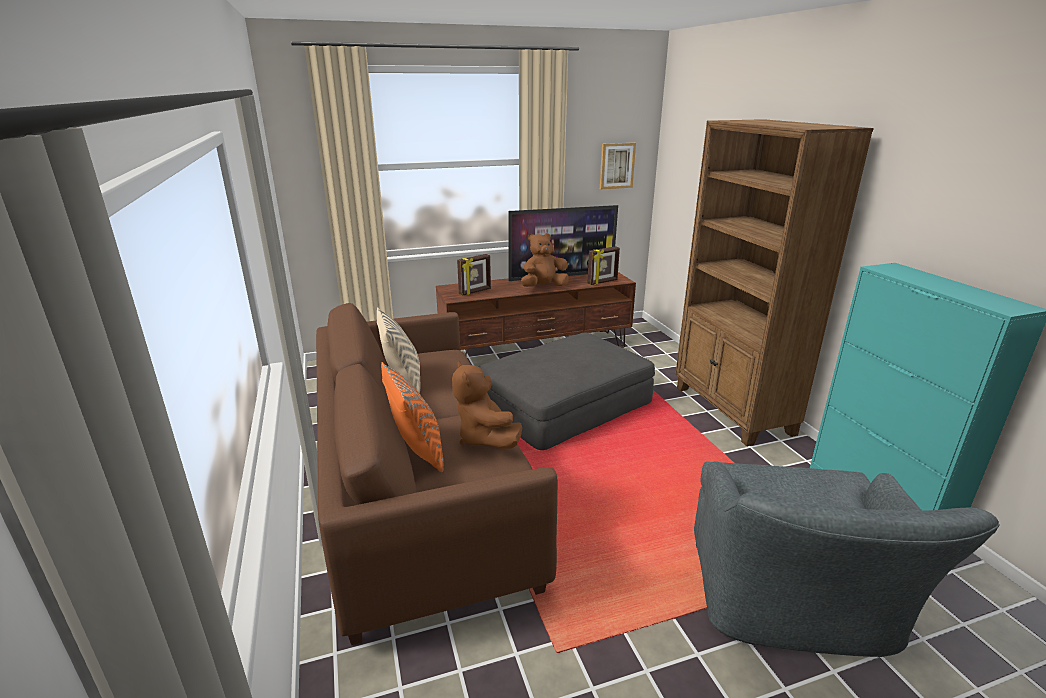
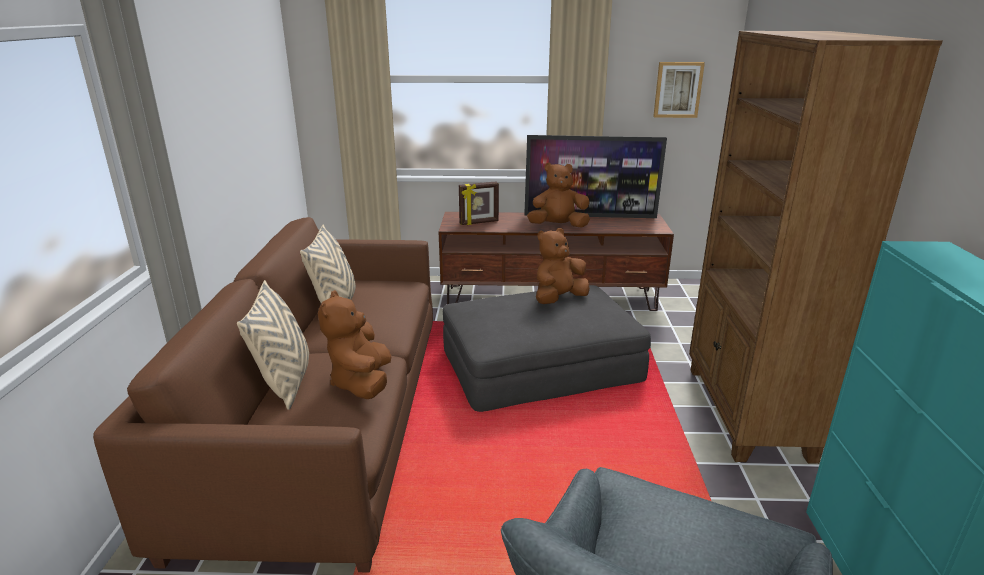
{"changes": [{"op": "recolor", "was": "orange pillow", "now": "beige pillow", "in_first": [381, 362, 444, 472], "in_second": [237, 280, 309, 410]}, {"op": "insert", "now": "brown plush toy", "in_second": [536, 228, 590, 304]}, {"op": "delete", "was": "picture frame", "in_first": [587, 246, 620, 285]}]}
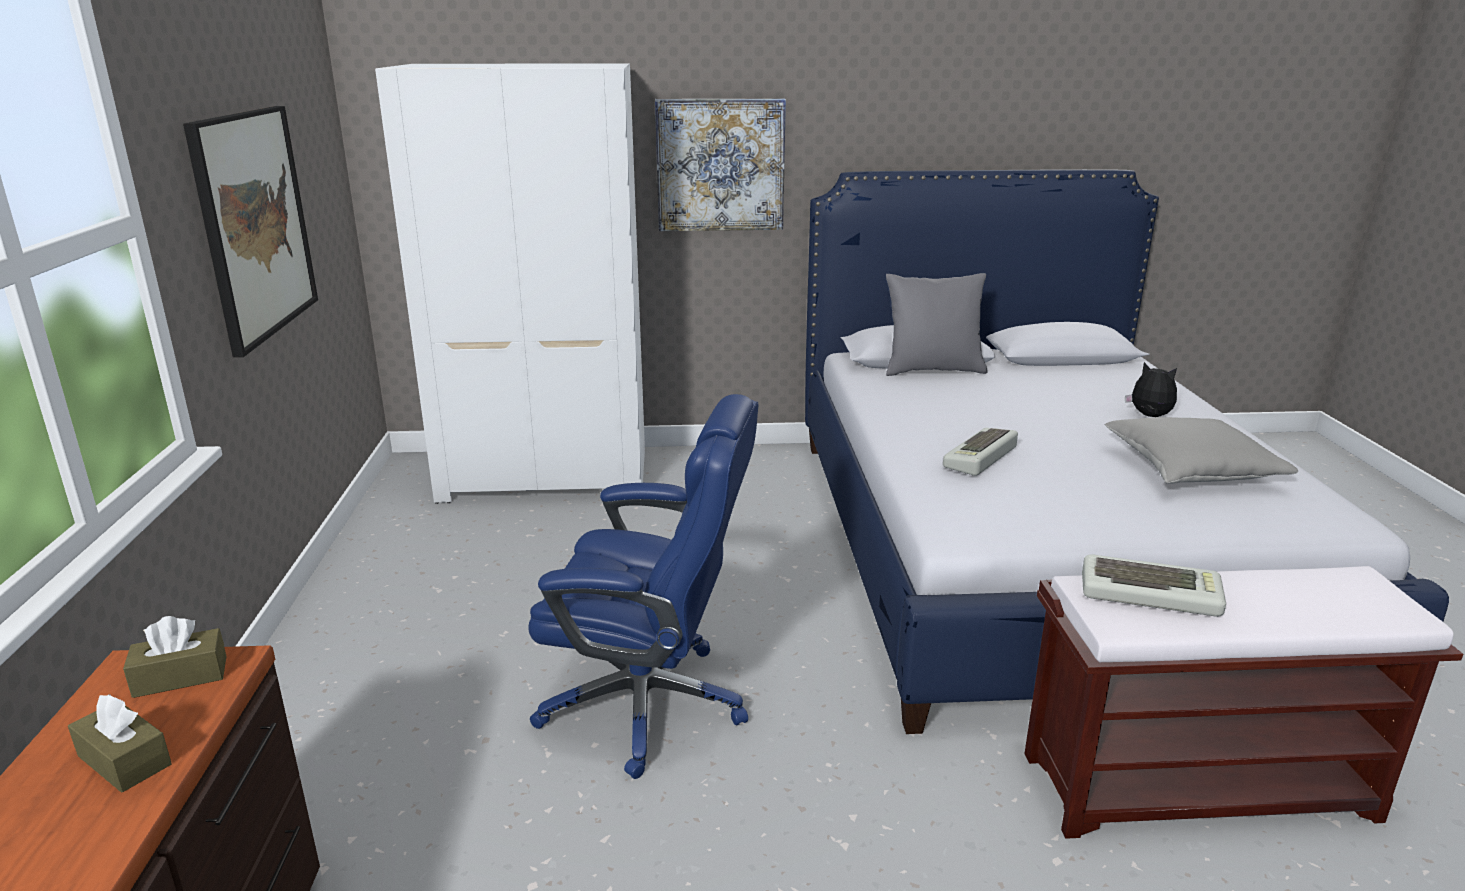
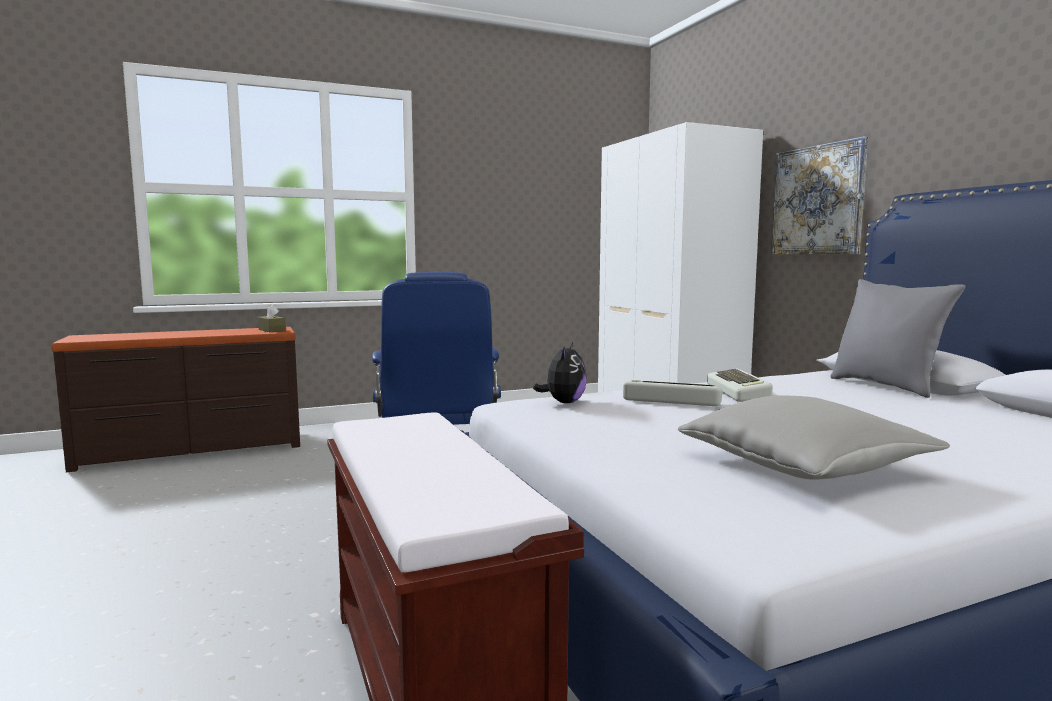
{"changes": [{"op": "move", "was": "plush toy", "in_first": [1125, 362, 1177, 417], "in_second": [533, 342, 587, 403]}, {"op": "move", "was": "keyboard", "in_first": [1082, 554, 1226, 617], "in_second": [707, 369, 773, 402]}, {"op": "delete", "was": "brown tissue box", "in_first": [68, 694, 172, 793]}, {"op": "delete", "was": "picture", "in_first": [183, 106, 318, 357]}]}
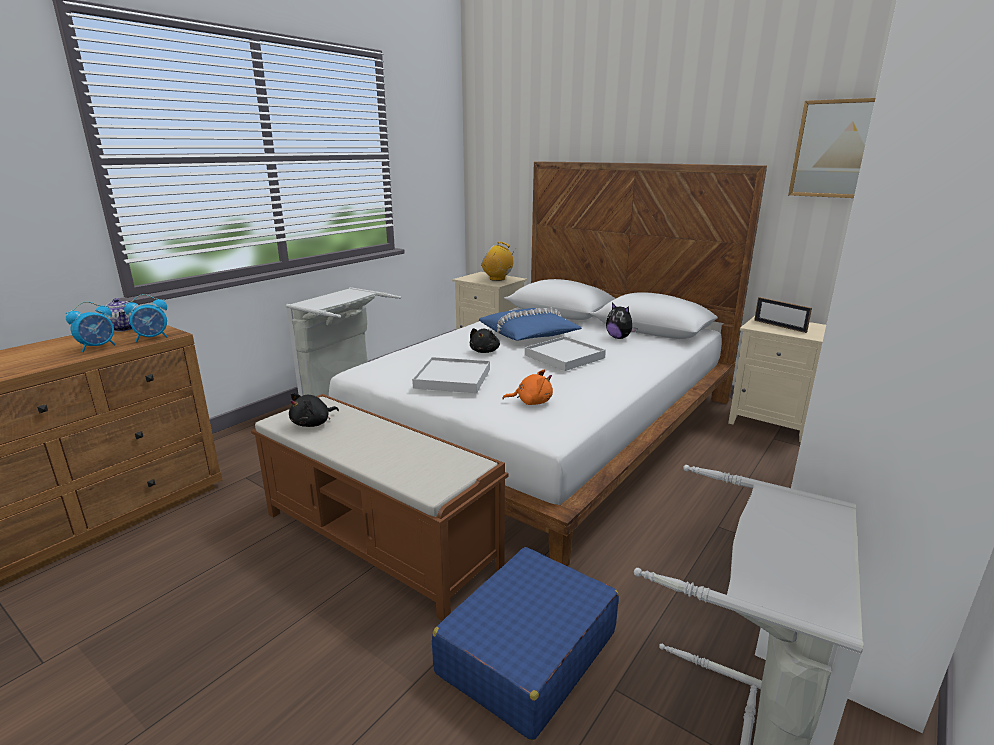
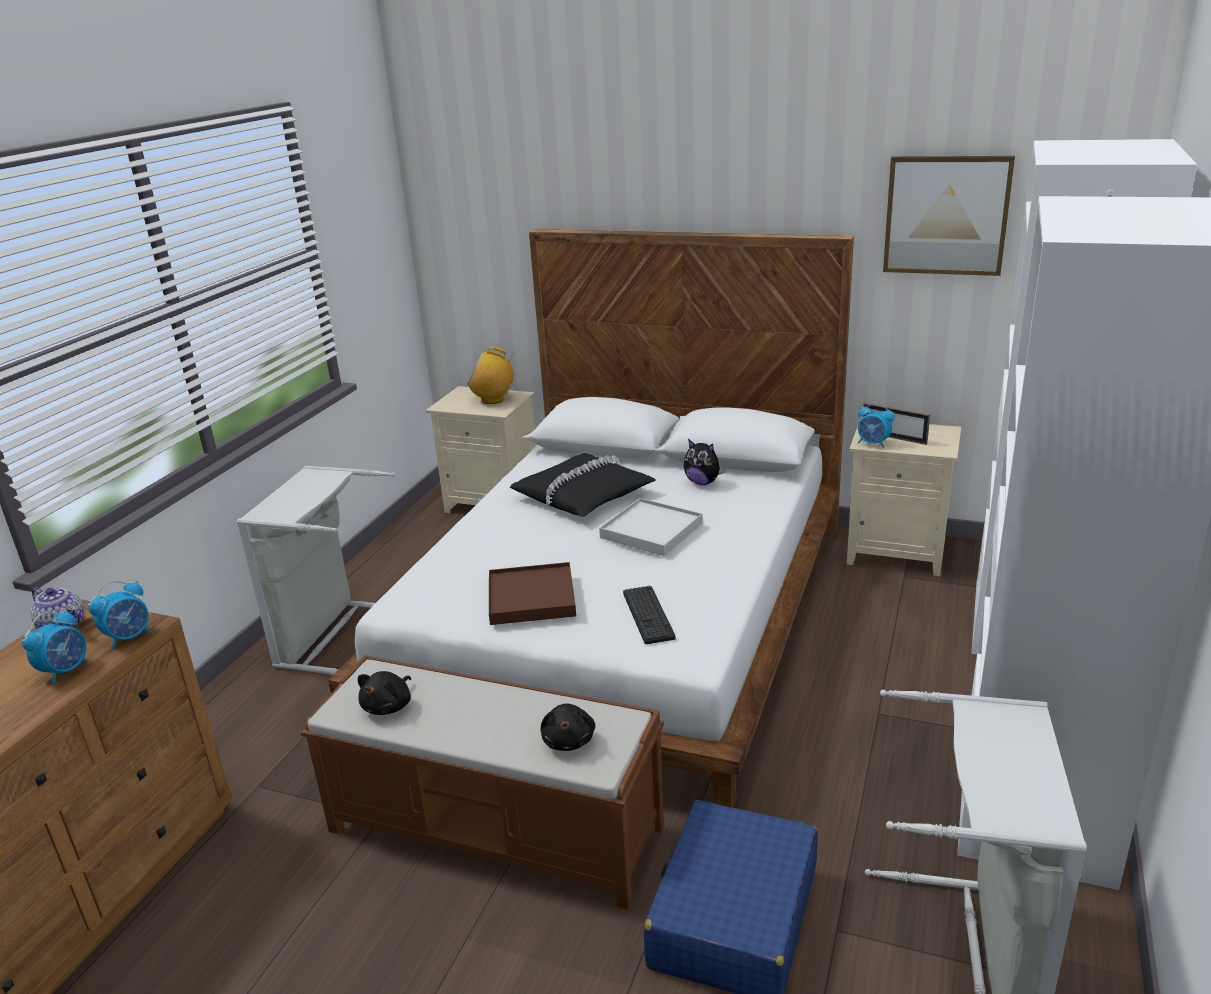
{"changes": [{"op": "recolor", "was": "white tray", "now": "brown tray", "in_first": [412, 357, 490, 393], "in_second": [489, 562, 576, 625]}, {"op": "recolor", "was": "blue pillow", "now": "black pillow", "in_first": [479, 308, 582, 340], "in_second": [510, 453, 655, 517]}, {"op": "move", "was": "black plush toy", "in_first": [470, 328, 500, 353], "in_second": [540, 704, 595, 751]}, {"op": "replace", "was": "orange plush toy", "now": "keyboard", "in_first": [502, 369, 553, 405], "in_second": [623, 586, 676, 644]}, {"op": "insert", "now": "alarm clock", "in_second": [858, 402, 894, 448]}]}
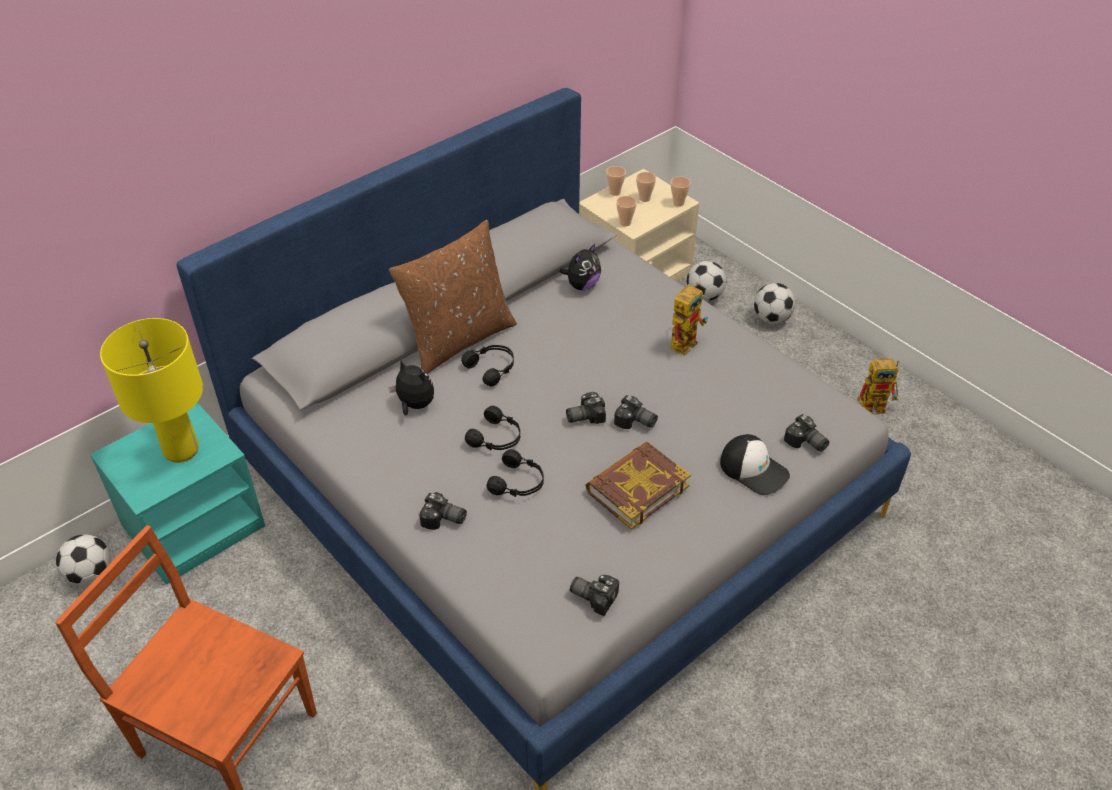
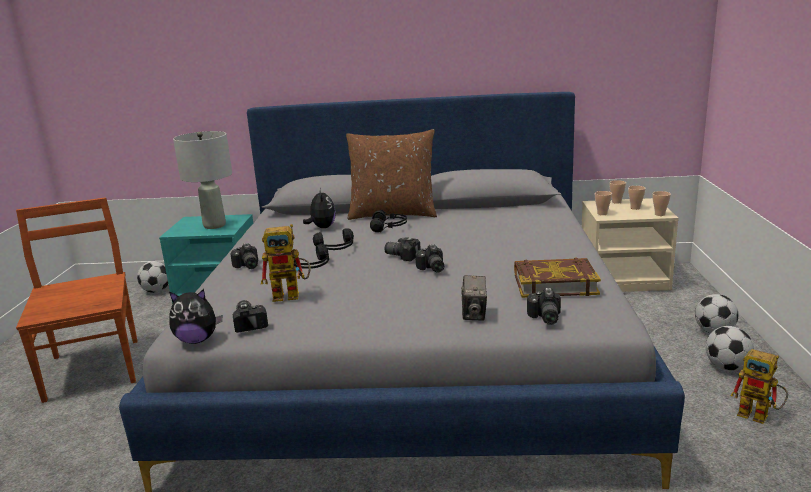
{"changes": [{"op": "move", "was": "plush toy", "in_first": [559, 244, 601, 290], "in_second": [169, 289, 222, 344]}, {"op": "recolor", "was": "yellow table lamp", "now": "grey table lamp", "in_first": [100, 318, 203, 463], "in_second": [173, 131, 232, 229]}, {"op": "move", "was": "toy robot", "in_first": [670, 282, 708, 356], "in_second": [261, 224, 311, 302]}, {"op": "replace", "was": "cap", "now": "photo camera", "in_first": [720, 434, 790, 495], "in_second": [461, 275, 487, 321]}, {"op": "move", "was": "book", "in_first": [585, 442, 691, 530], "in_second": [514, 258, 601, 298]}, {"op": "move", "was": "football", "in_first": [687, 261, 726, 301], "in_second": [706, 326, 754, 371]}]}
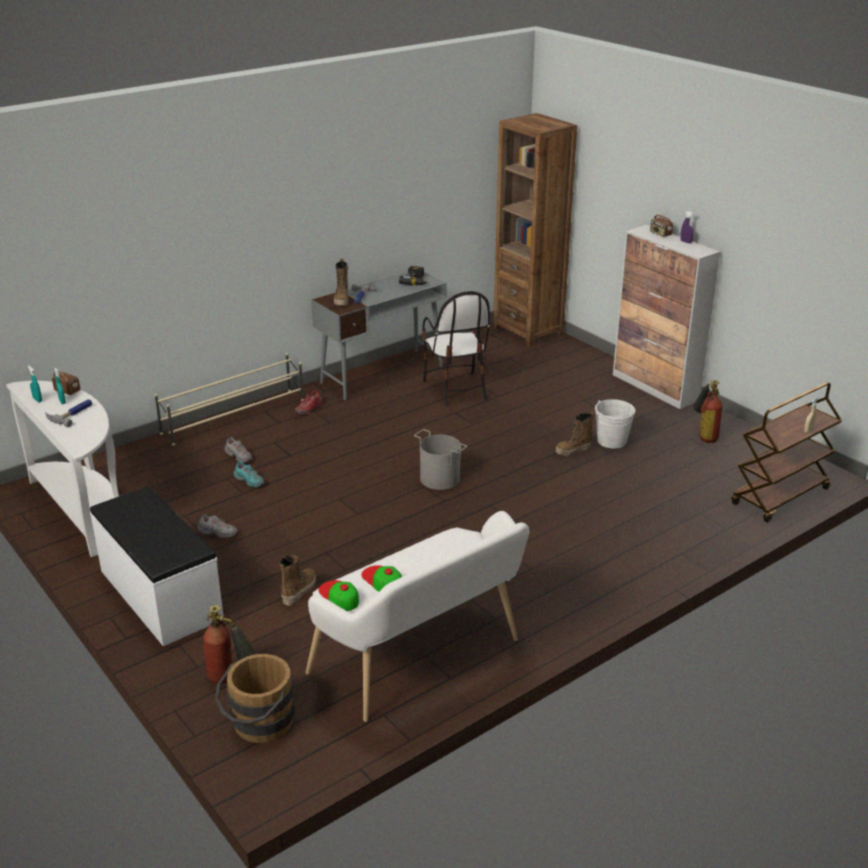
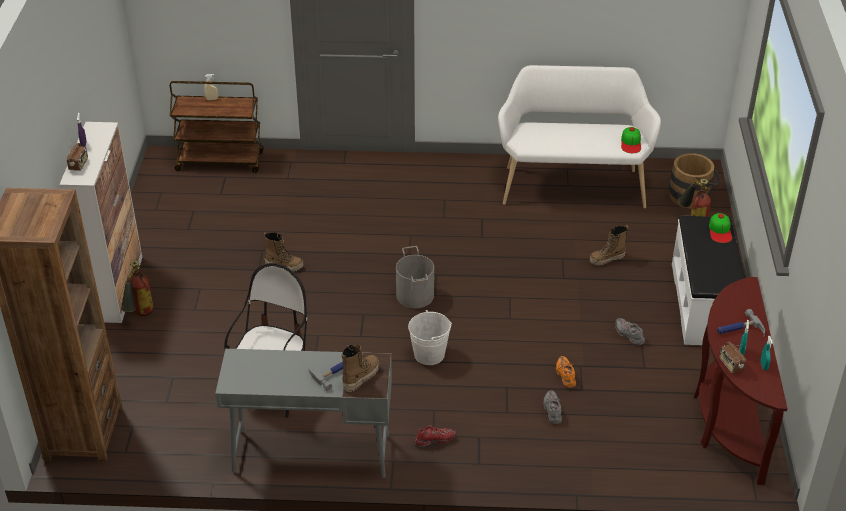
{"changes": [{"op": "move", "was": "fire extinguisher", "in_first": [692, 380, 722, 443], "in_second": [121, 261, 153, 317]}, {"op": "move", "was": "white bucket", "in_first": [595, 399, 635, 449], "in_second": [408, 310, 452, 365]}, {"op": "recolor", "was": "turquoise shoe", "now": "orange shoe", "in_first": [234, 461, 265, 487], "in_second": [556, 356, 576, 388]}, {"op": "recolor", "was": "white console table", "now": "brown console table", "in_first": [6, 381, 119, 557], "in_second": [694, 277, 788, 485]}, {"op": "move", "was": "cap", "in_first": [361, 565, 402, 592], "in_second": [709, 213, 732, 243]}, {"op": "delete", "was": "beige shoe rack", "in_first": [155, 353, 304, 446]}, {"op": "delete", "was": "power drill", "in_first": [398, 266, 428, 285]}]}
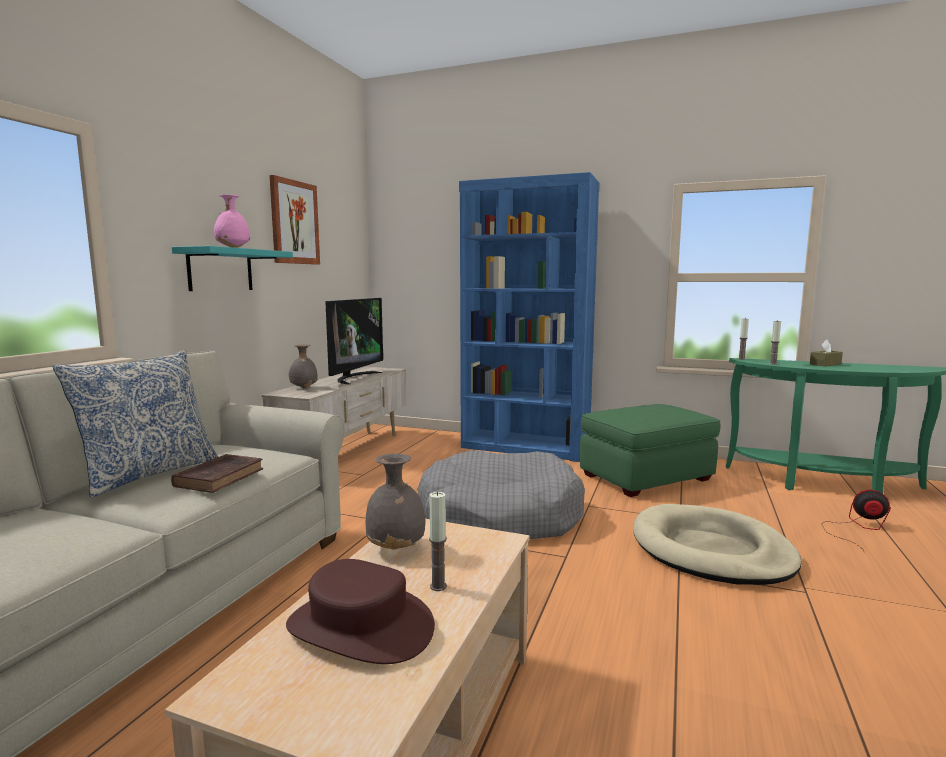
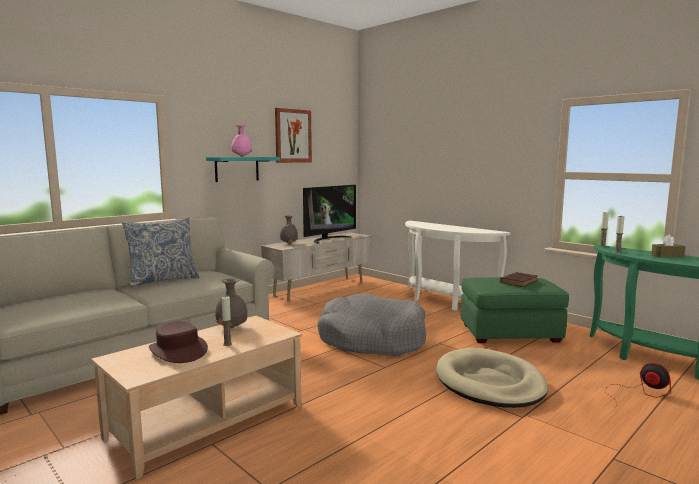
{"changes": [{"op": "replace", "was": "blue bookcase", "now": "white console table", "in_first": [459, 172, 599, 462], "in_second": [405, 221, 510, 311]}, {"op": "move", "was": "brown book", "in_first": [171, 454, 263, 493], "in_second": [500, 272, 538, 287]}]}
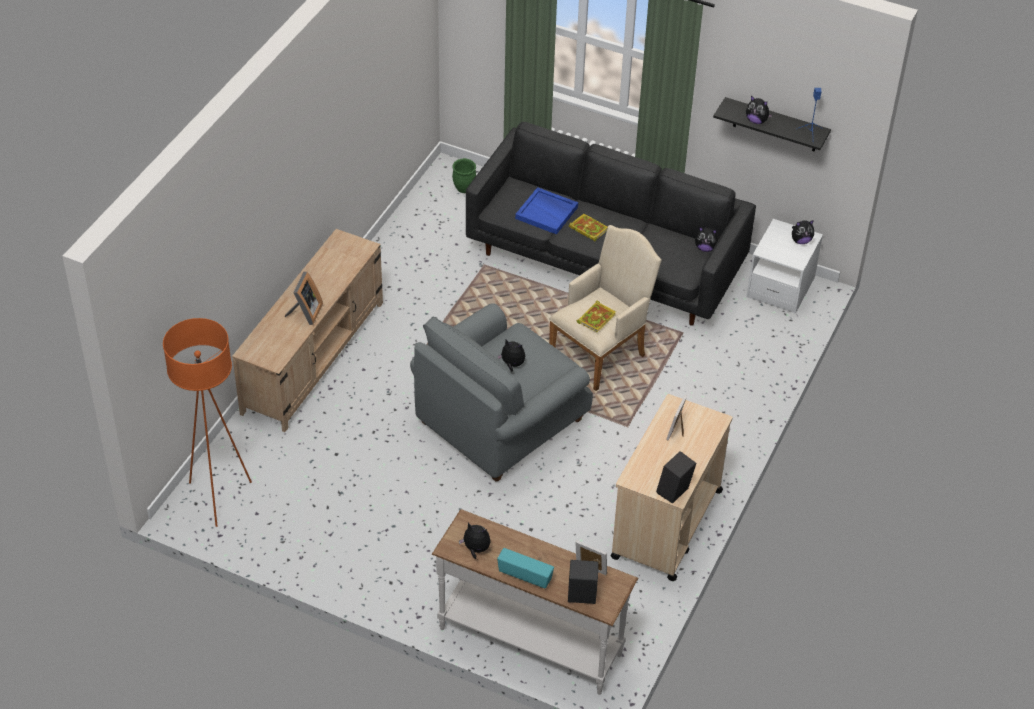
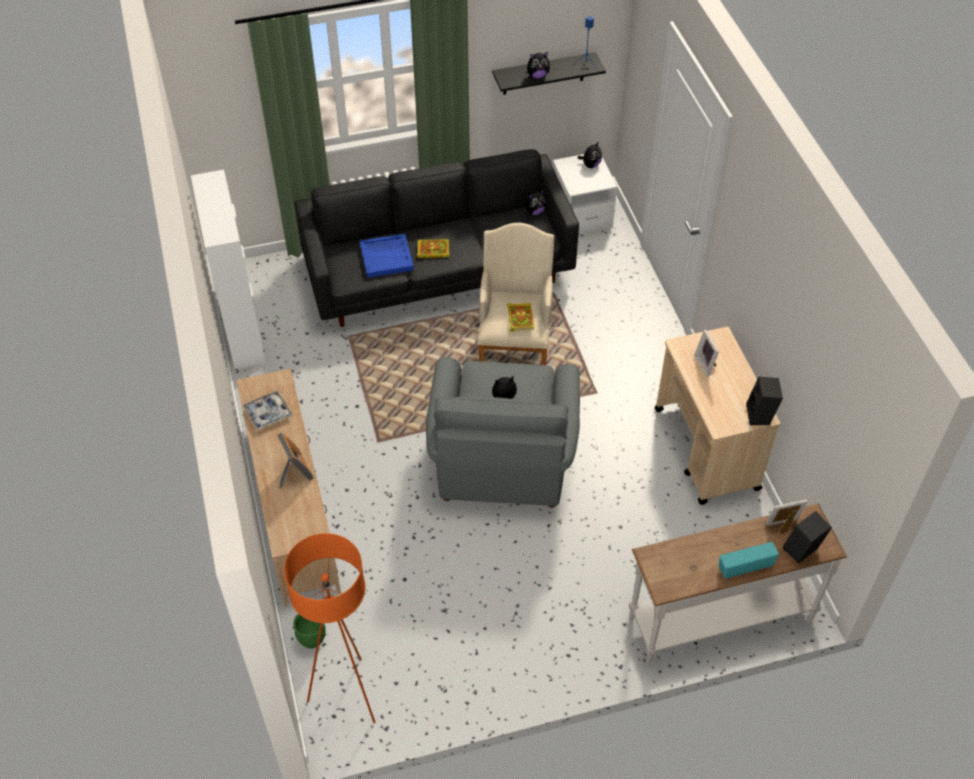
{"changes": [{"op": "insert", "now": "white cabinet", "in_second": [191, 170, 266, 369]}, {"op": "insert", "now": "tray", "in_second": [243, 390, 293, 430]}, {"op": "move", "was": "green planter", "in_first": [452, 158, 476, 193], "in_second": [293, 614, 326, 649]}, {"op": "delete", "was": "plush toy", "in_first": [459, 523, 491, 559]}]}
